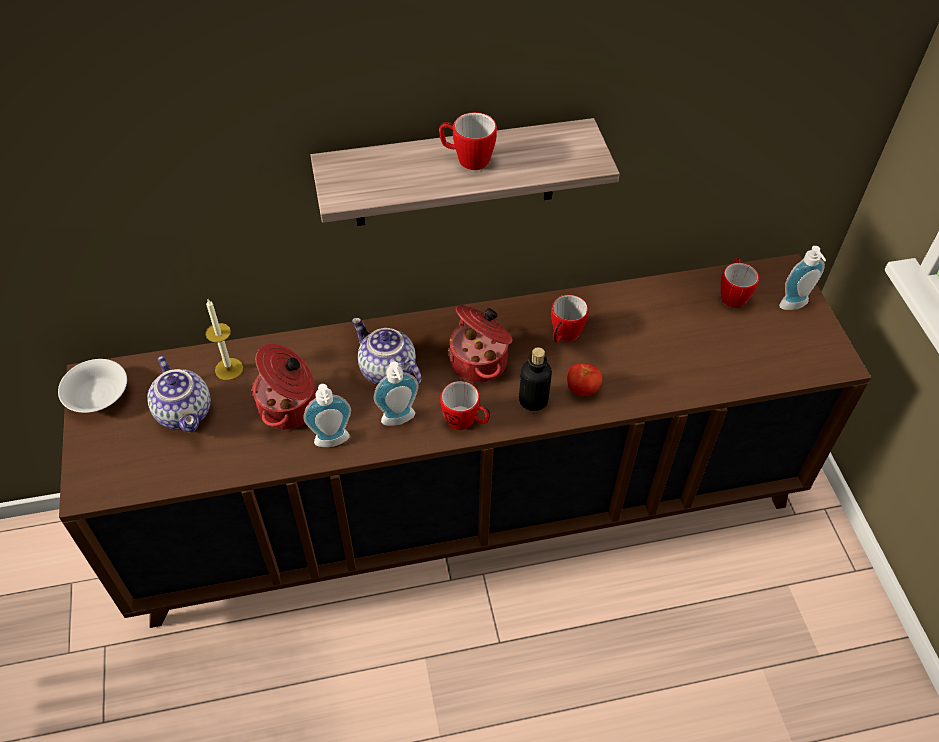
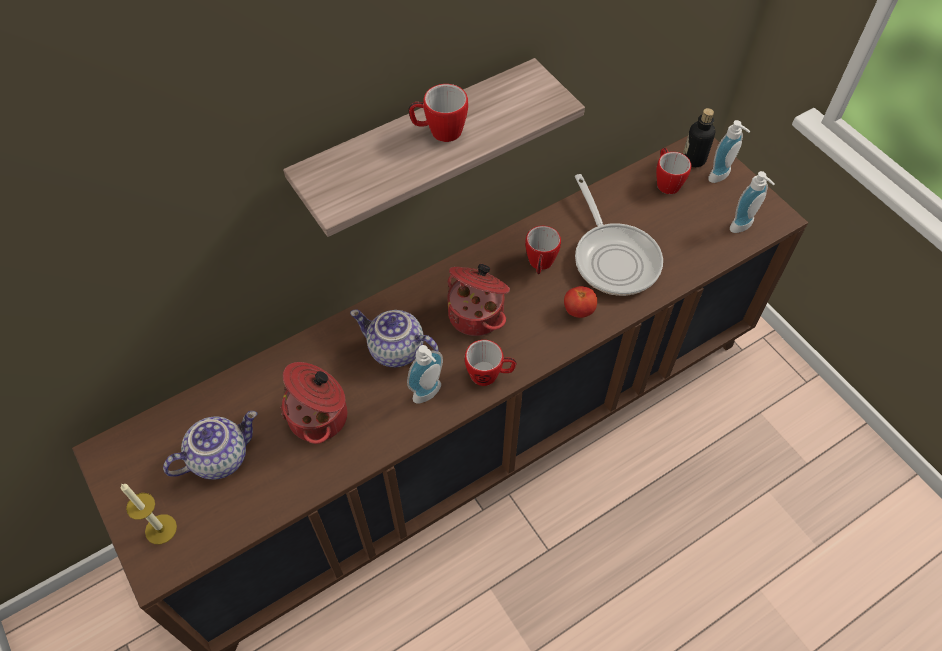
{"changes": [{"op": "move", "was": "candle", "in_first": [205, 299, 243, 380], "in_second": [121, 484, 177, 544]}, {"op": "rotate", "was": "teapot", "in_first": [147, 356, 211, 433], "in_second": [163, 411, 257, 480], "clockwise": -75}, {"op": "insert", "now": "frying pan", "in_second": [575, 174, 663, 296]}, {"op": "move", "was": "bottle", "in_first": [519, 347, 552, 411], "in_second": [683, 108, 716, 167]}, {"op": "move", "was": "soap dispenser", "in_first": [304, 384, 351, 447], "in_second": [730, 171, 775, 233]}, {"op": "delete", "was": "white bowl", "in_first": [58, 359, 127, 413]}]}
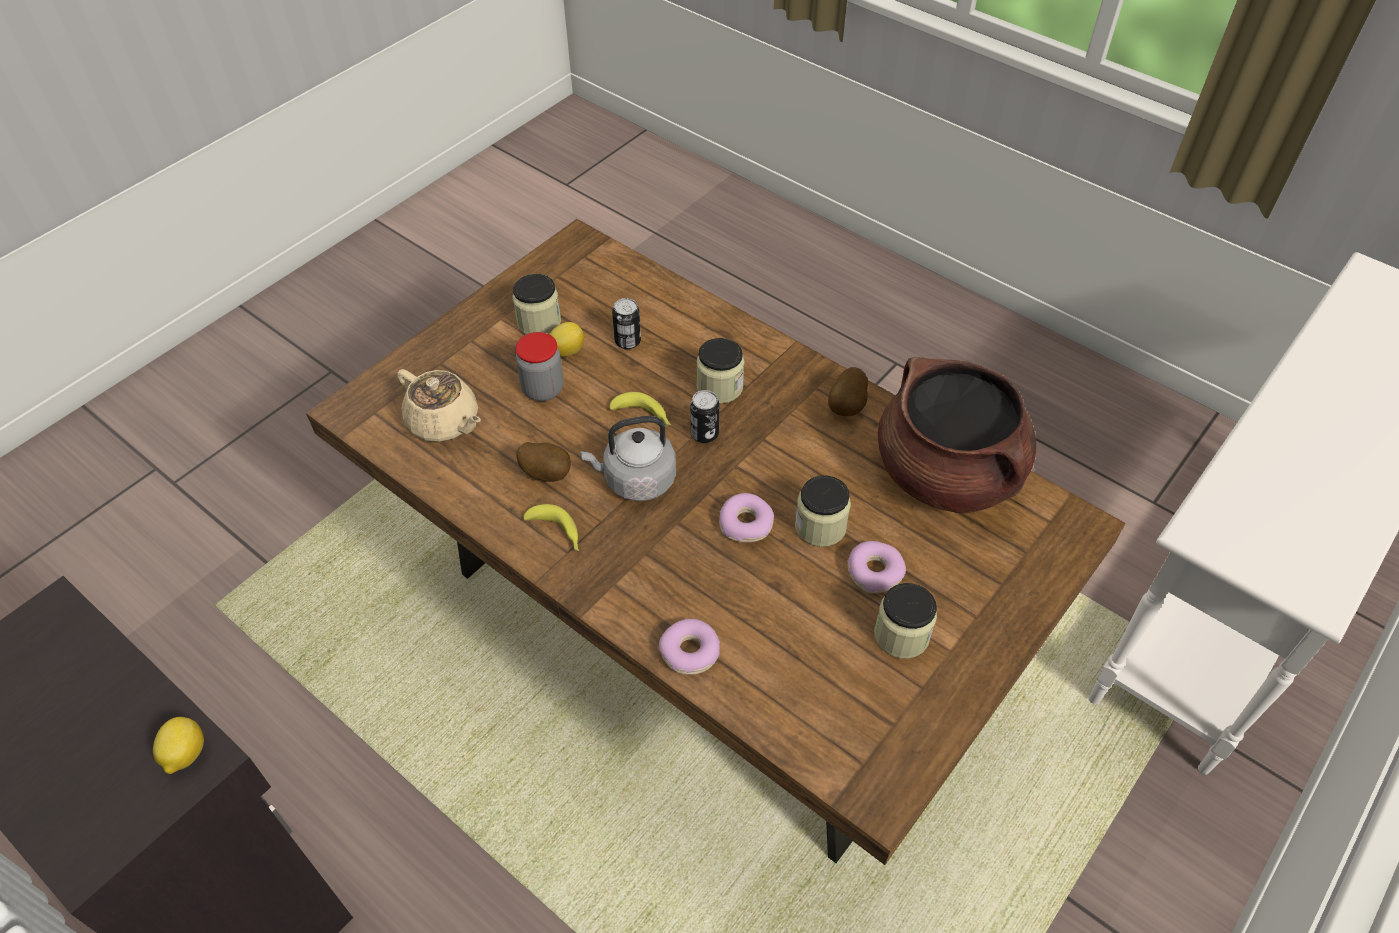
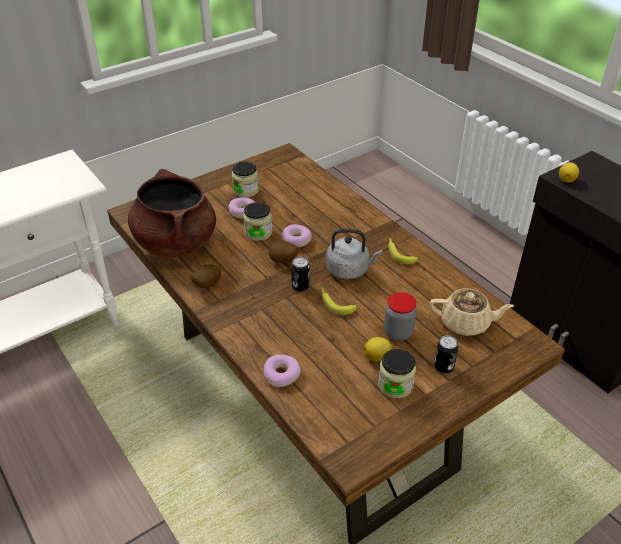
{"changes": [{"op": "move", "was": "donut", "in_first": [659, 619, 720, 675], "in_second": [263, 354, 301, 387]}, {"op": "move", "was": "potato", "in_first": [516, 442, 571, 482], "in_second": [269, 240, 299, 263]}, {"op": "rotate", "was": "beige teapot", "in_first": [397, 369, 481, 442], "in_second": [430, 288, 514, 336], "clockwise": 135}, {"op": "move", "was": "can", "in_first": [612, 298, 641, 349], "in_second": [434, 335, 458, 373]}, {"op": "delete", "was": "jar", "in_first": [696, 338, 744, 404]}]}
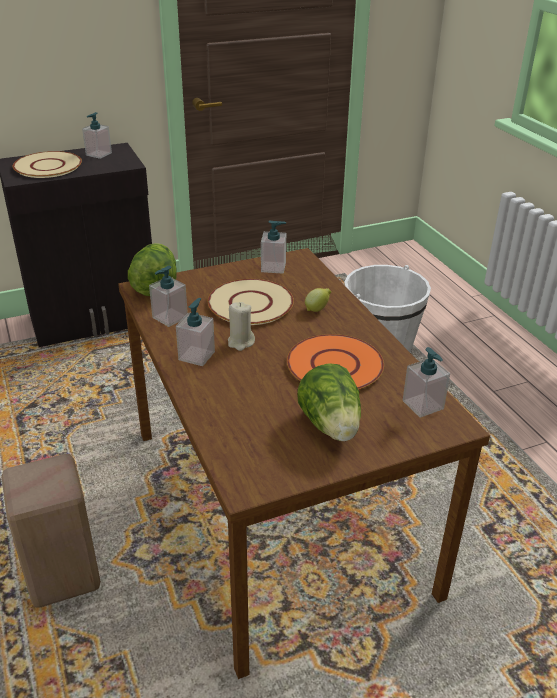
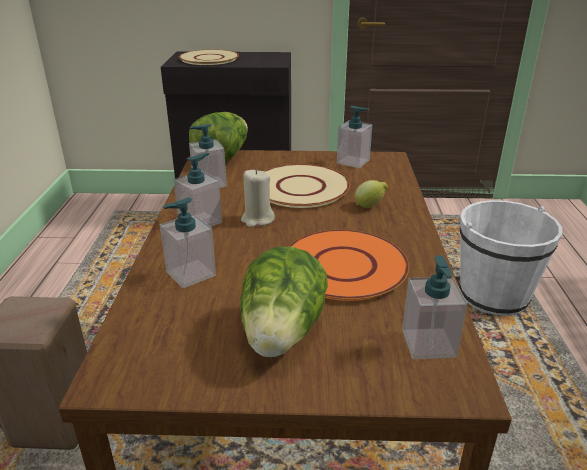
{"changes": [{"op": "move", "was": "soap dispenser", "in_first": [82, 112, 112, 159], "in_second": [160, 198, 216, 288]}]}
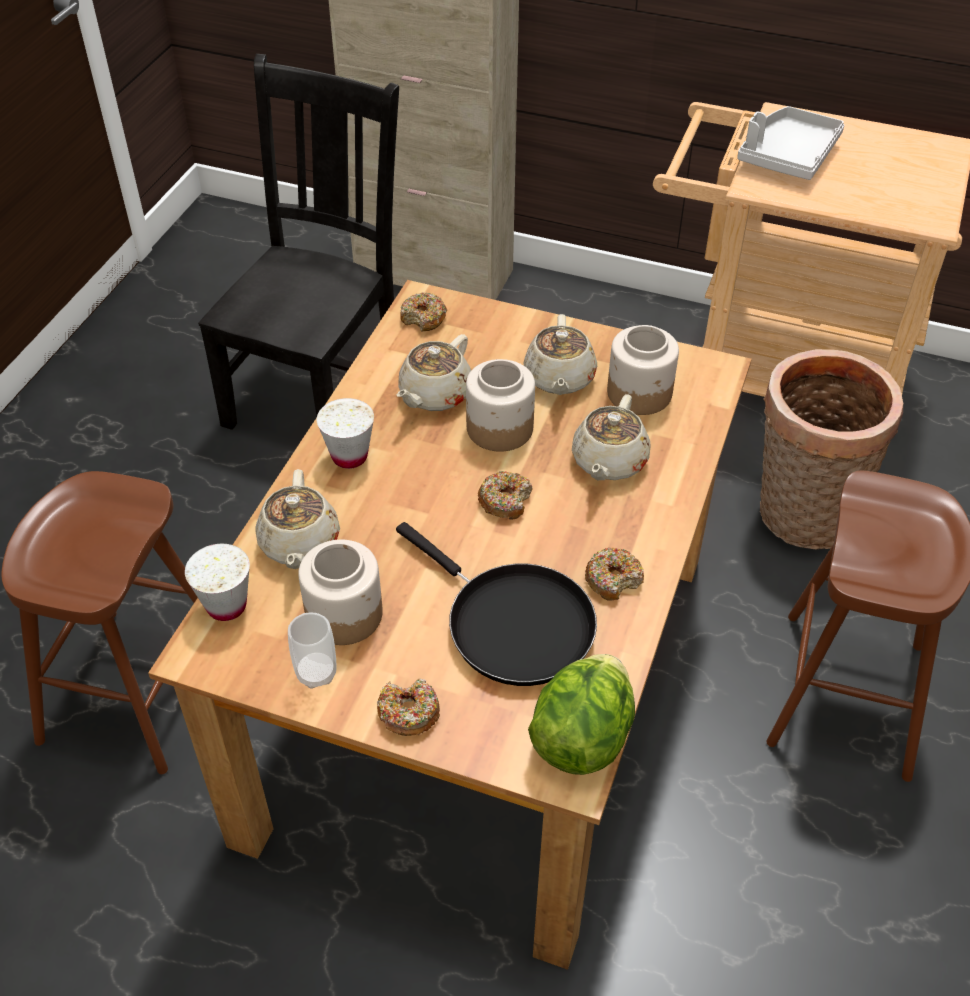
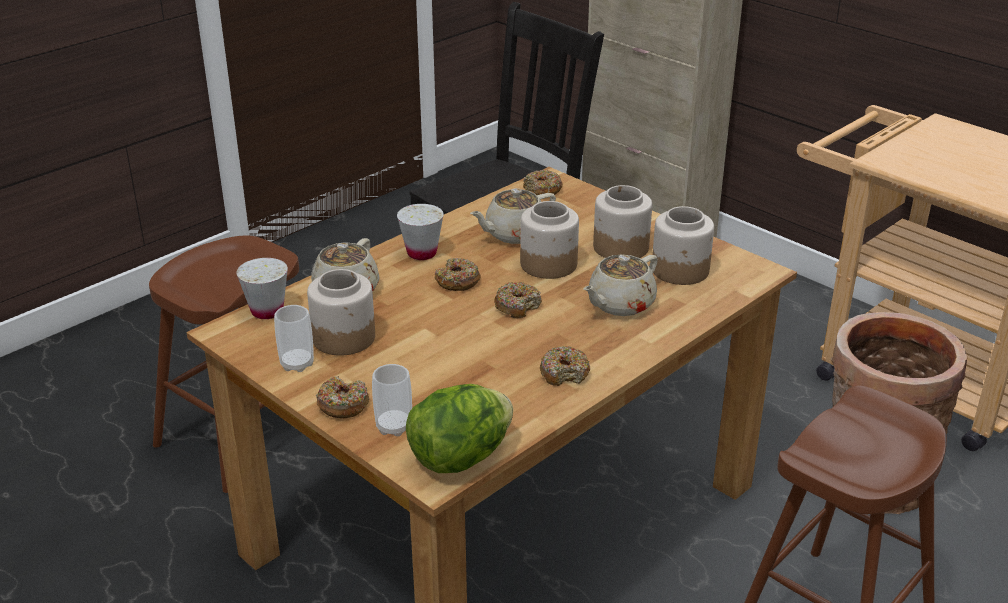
{"changes": [{"op": "insert", "now": "cup", "in_second": [372, 364, 412, 437]}, {"op": "insert", "now": "donut", "in_second": [434, 258, 481, 291]}, {"op": "replace", "was": "beige teapot", "now": "jar", "in_first": [523, 314, 597, 395], "in_second": [593, 185, 652, 258]}, {"op": "delete", "was": "black frying pan", "in_first": [396, 522, 597, 686]}, {"op": "delete", "was": "grey tray", "in_first": [737, 106, 845, 180]}]}
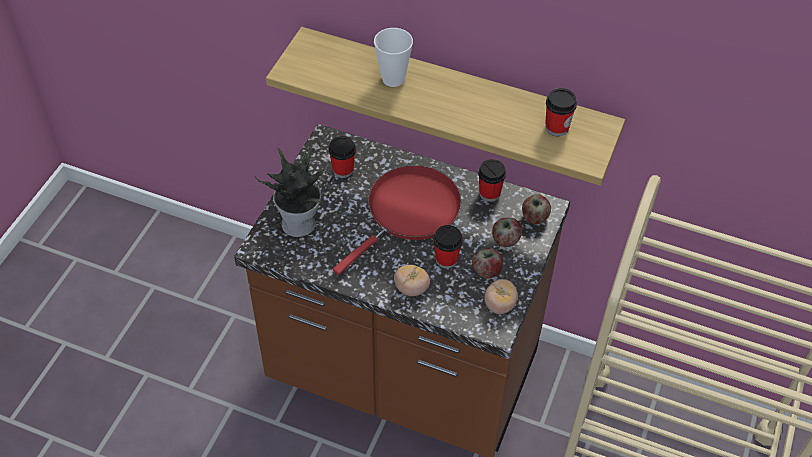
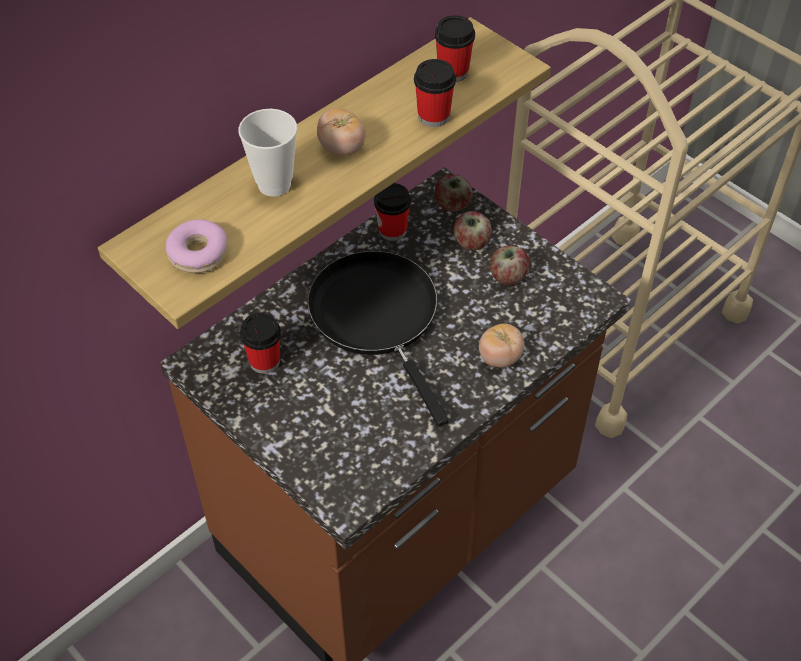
{"changes": [{"op": "insert", "now": "donut", "in_second": [166, 219, 228, 273]}, {"op": "recolor", "was": "red frying pan", "now": "black frying pan", "in_first": [333, 165, 462, 275], "in_second": [307, 251, 449, 426]}, {"op": "move", "was": "tomato", "in_first": [484, 279, 518, 314], "in_second": [317, 108, 366, 156]}, {"op": "move", "was": "cup", "in_first": [433, 225, 463, 269], "in_second": [414, 59, 456, 127]}, {"op": "delete", "was": "potted plant", "in_first": [255, 143, 325, 237]}]}
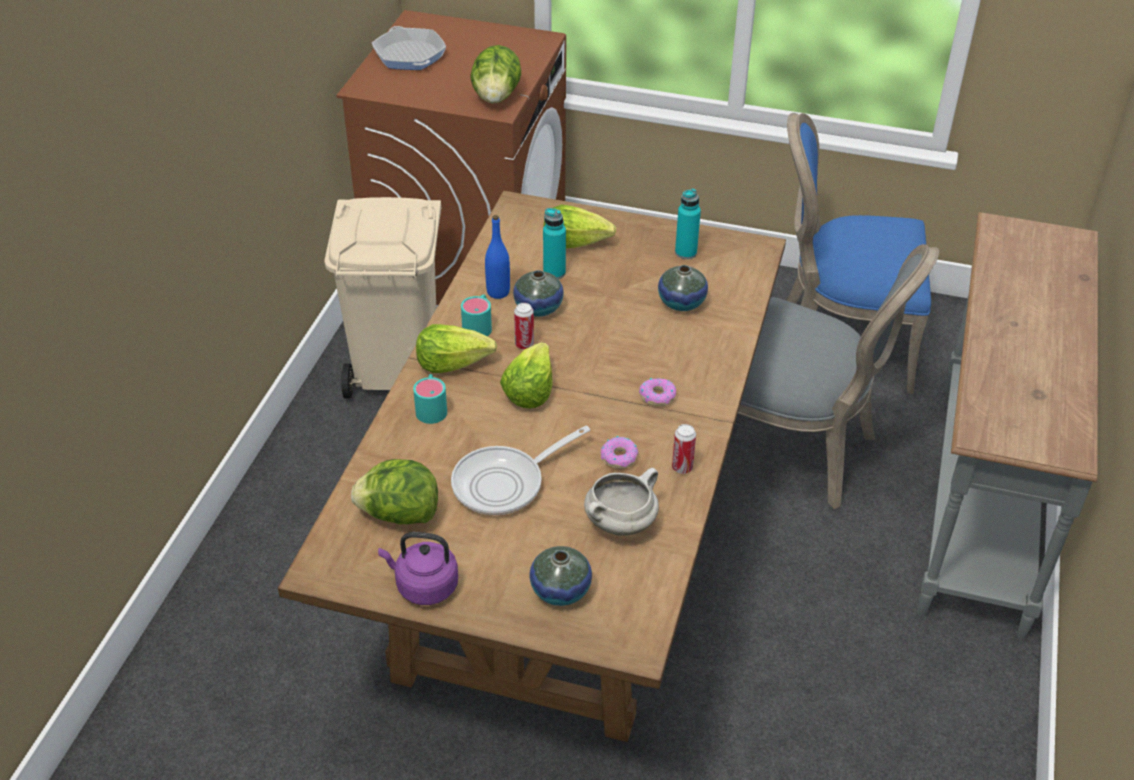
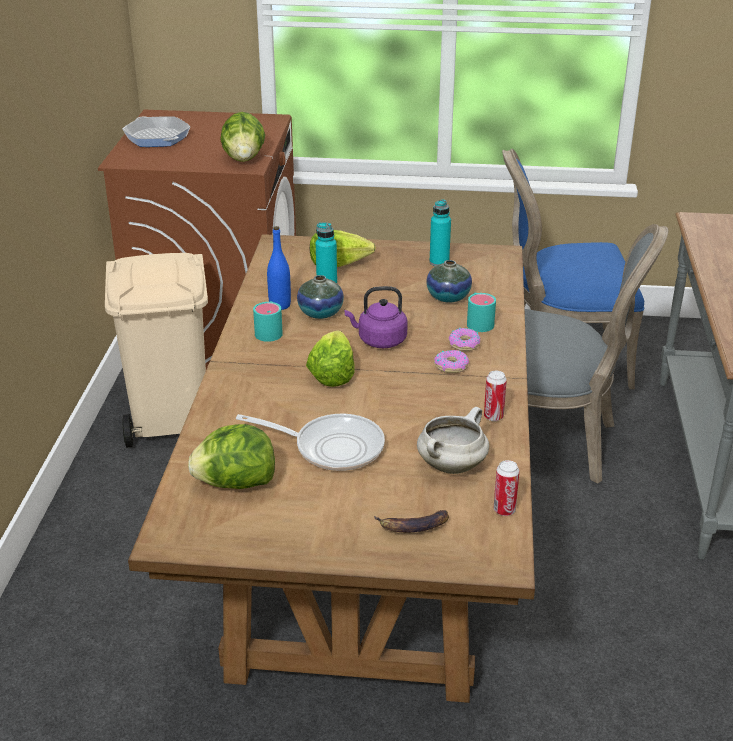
{"changes": [{"op": "rotate", "was": "frying pan", "in_first": [451, 426, 590, 515], "in_second": [236, 414, 385, 471], "clockwise": -120}, {"op": "move", "was": "purple kettle", "in_first": [378, 532, 458, 605], "in_second": [345, 286, 408, 348]}, {"op": "replace", "was": "vase", "now": "banana", "in_first": [530, 546, 592, 606], "in_second": [374, 510, 449, 533]}, {"op": "move", "was": "donut", "in_first": [601, 436, 638, 469], "in_second": [448, 328, 481, 351]}, {"op": "move", "was": "turquoise mug", "in_first": [413, 374, 447, 424], "in_second": [467, 293, 496, 332]}, {"op": "move", "was": "can", "in_first": [514, 303, 534, 350], "in_second": [493, 460, 519, 516]}, {"op": "delete", "was": "lettuce", "in_first": [416, 324, 497, 373]}]}
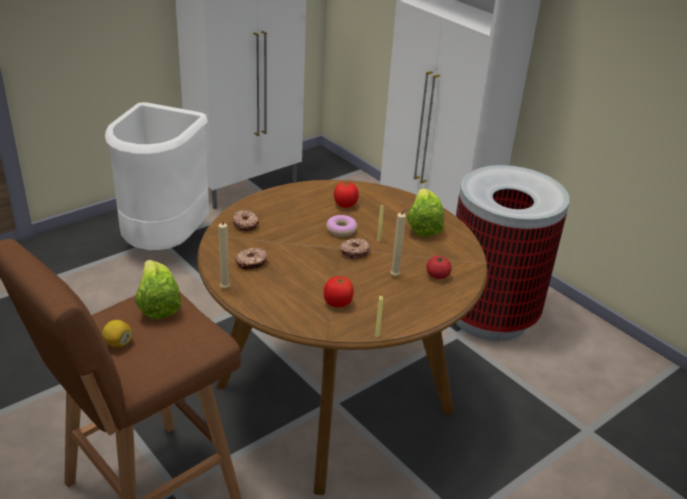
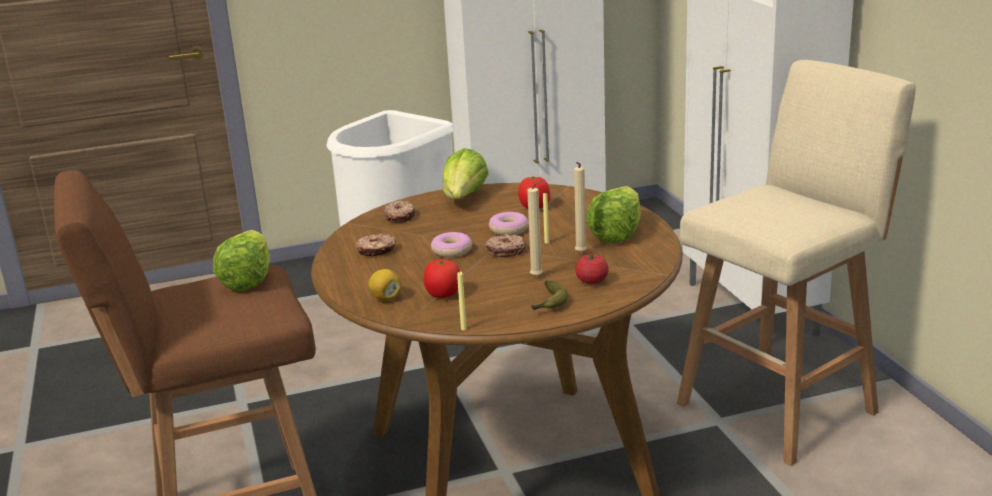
{"changes": [{"op": "move", "was": "lemon", "in_first": [102, 320, 133, 348], "in_second": [368, 269, 402, 301]}, {"op": "insert", "now": "donut", "in_second": [431, 232, 472, 257]}, {"op": "insert", "now": "lettuce", "in_second": [443, 148, 489, 199]}, {"op": "insert", "now": "banana", "in_second": [532, 281, 568, 310]}, {"op": "move", "was": "beige candle", "in_first": [218, 222, 230, 288], "in_second": [574, 162, 587, 253]}, {"op": "replace", "was": "trash can", "now": "beige stool", "in_first": [456, 165, 570, 341], "in_second": [677, 60, 916, 466]}]}
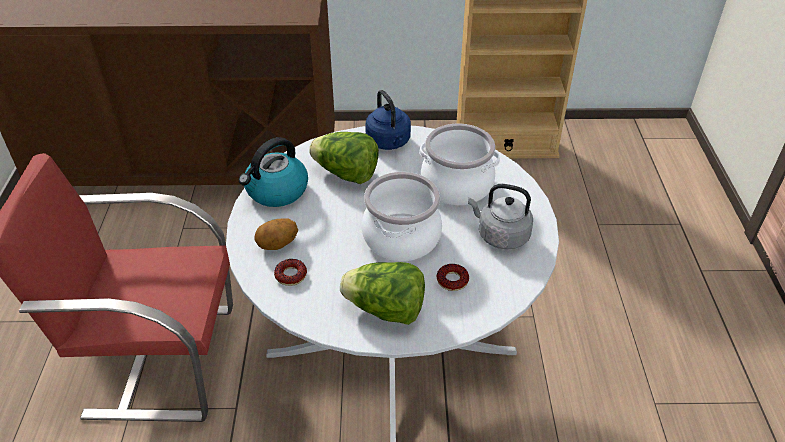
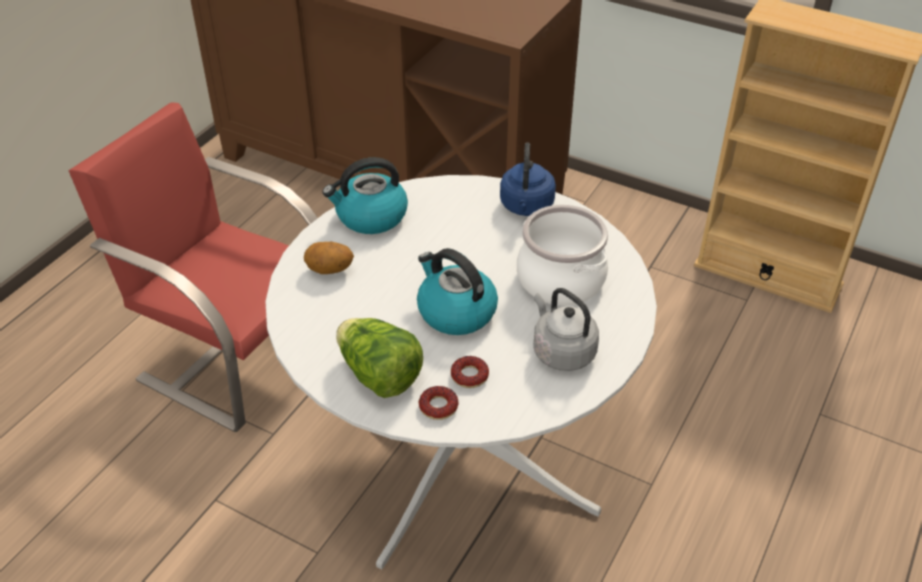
{"changes": [{"op": "replace", "was": "cooking pot", "now": "kettle", "in_first": [362, 172, 442, 261], "in_second": [417, 248, 498, 335]}, {"op": "move", "was": "donut", "in_first": [274, 259, 307, 286], "in_second": [419, 386, 458, 420]}, {"op": "delete", "was": "lettuce", "in_first": [309, 132, 379, 184]}]}
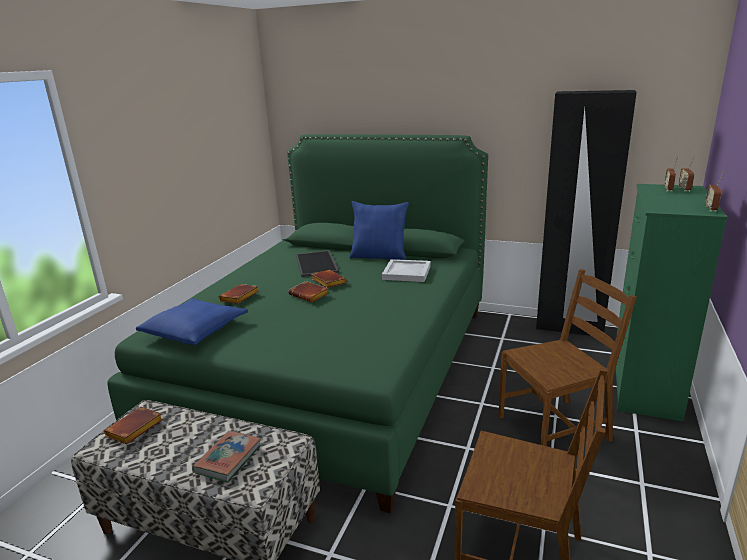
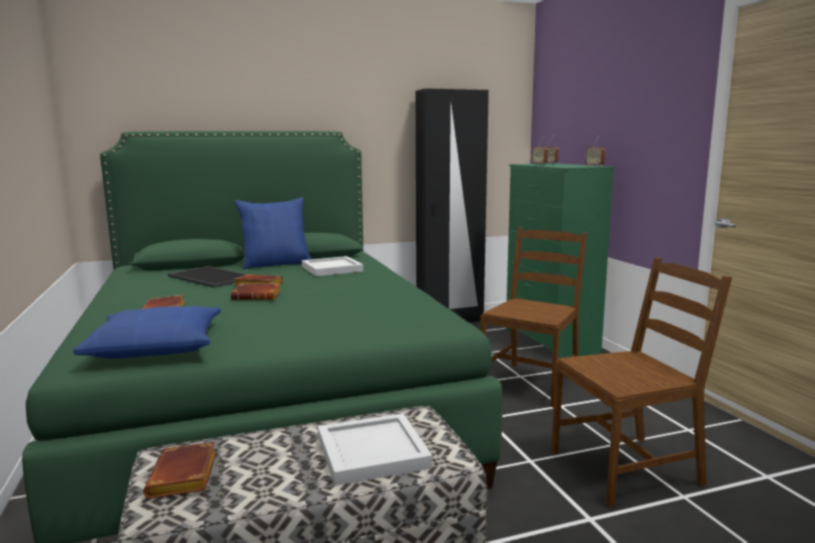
{"changes": [{"op": "replace", "was": "book", "now": "white tray", "in_first": [192, 431, 261, 482], "in_second": [318, 413, 433, 486]}]}
